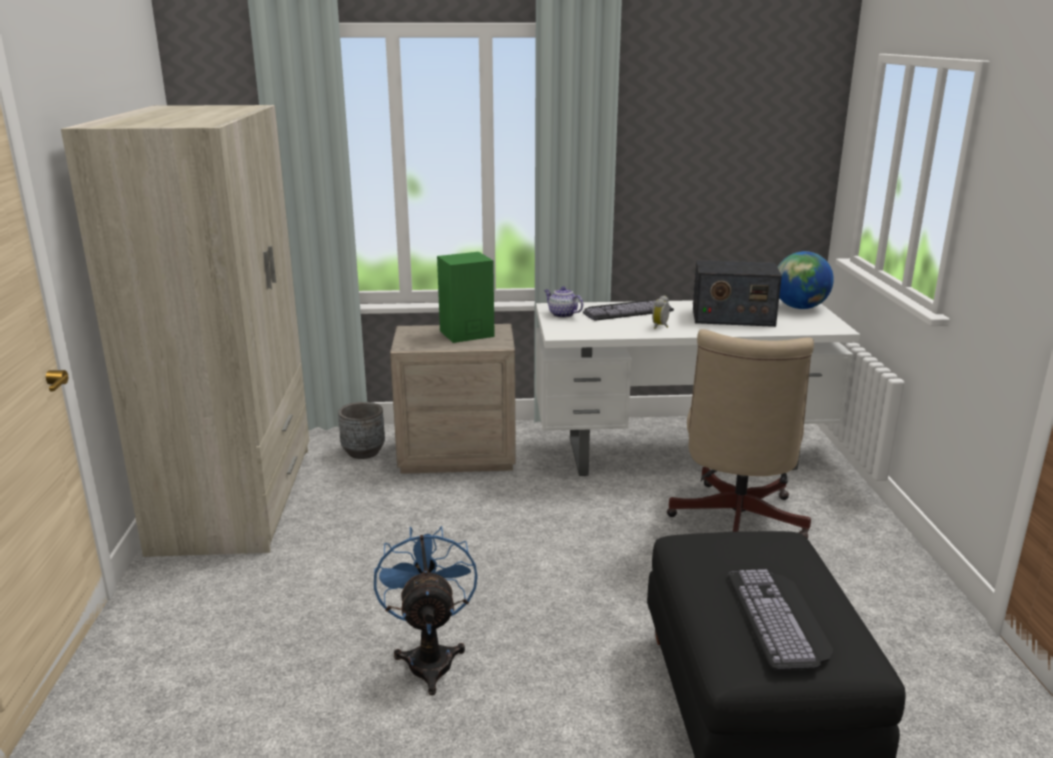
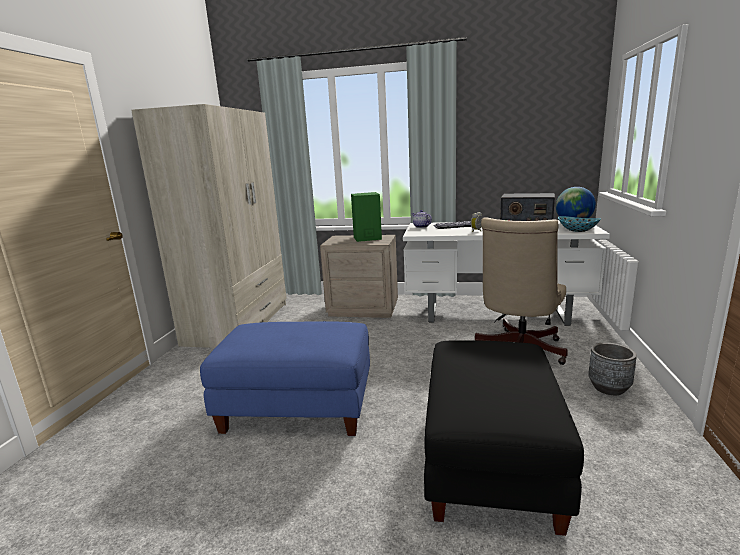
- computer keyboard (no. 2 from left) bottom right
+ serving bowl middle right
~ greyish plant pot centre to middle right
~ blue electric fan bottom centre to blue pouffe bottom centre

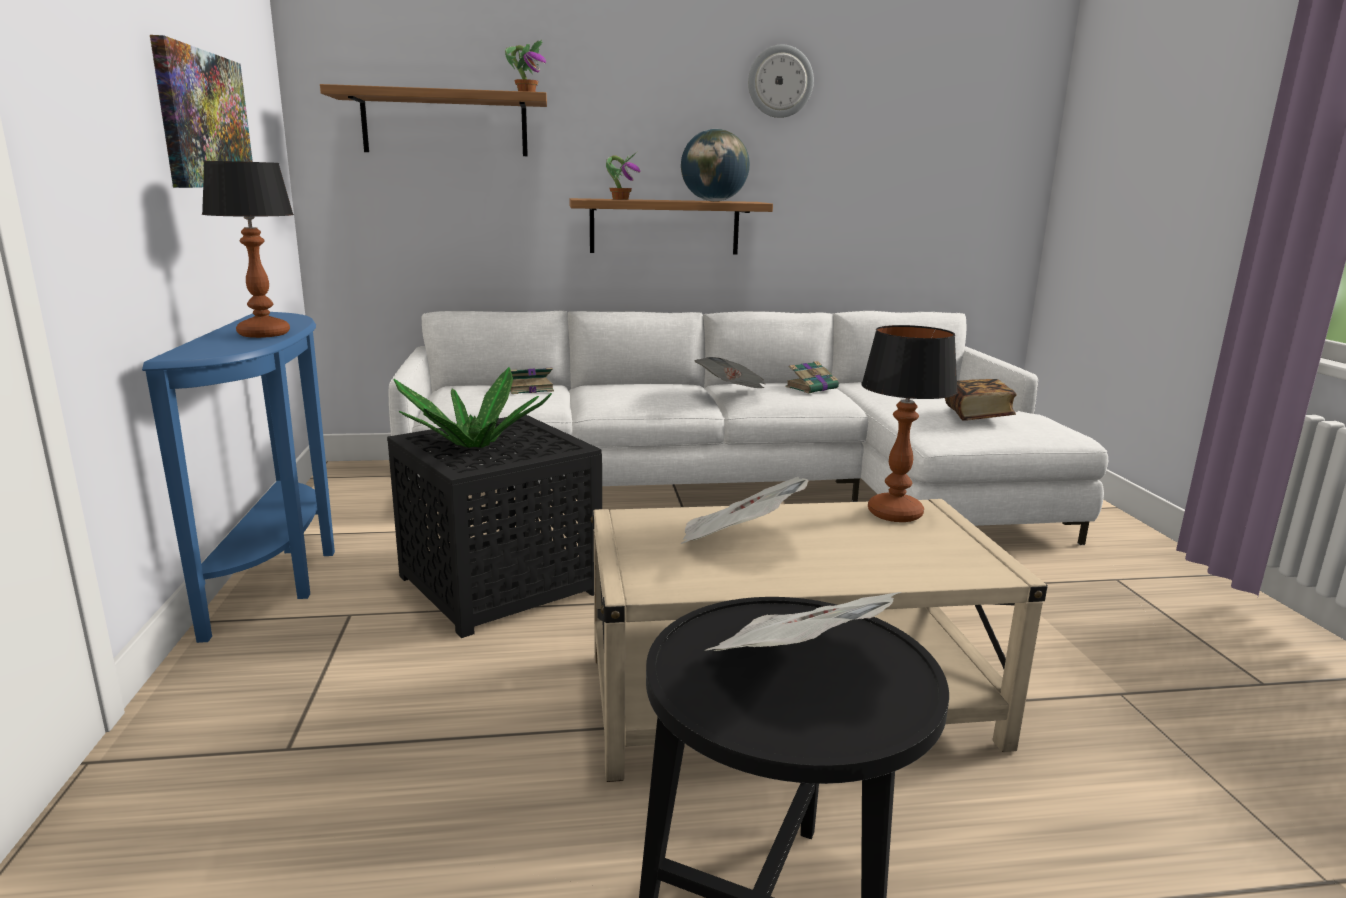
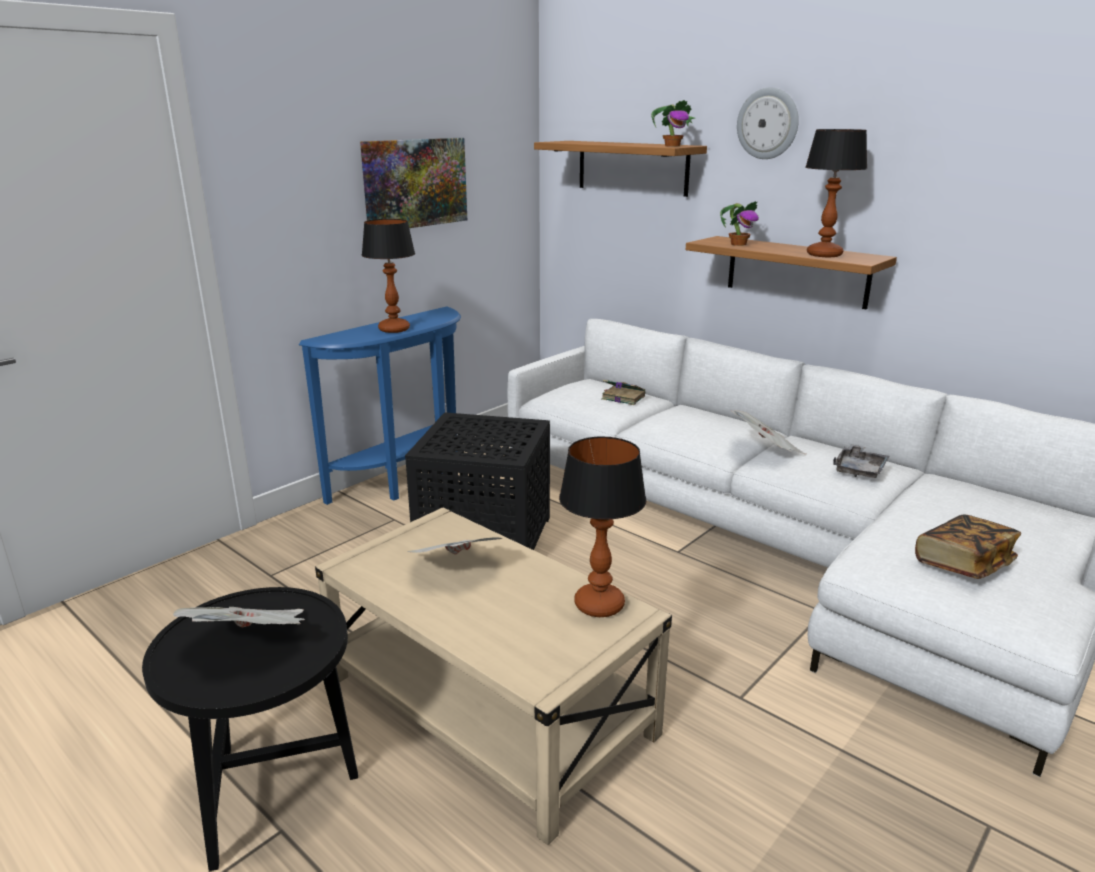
- plant in a pot (no. 1 from left) centre
~ clock on the wall top centre to top right
~ desk globe top centre to table lamp (no. 3 from left) top right
~ volume (no. 2 from left) centre to greyish tray middle right

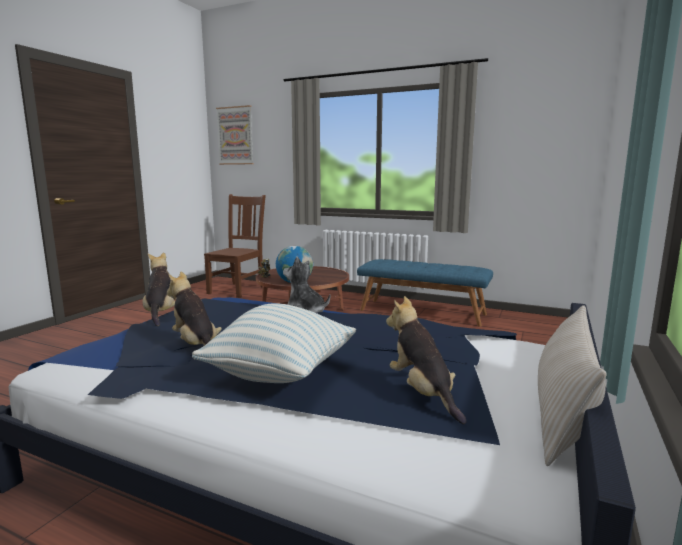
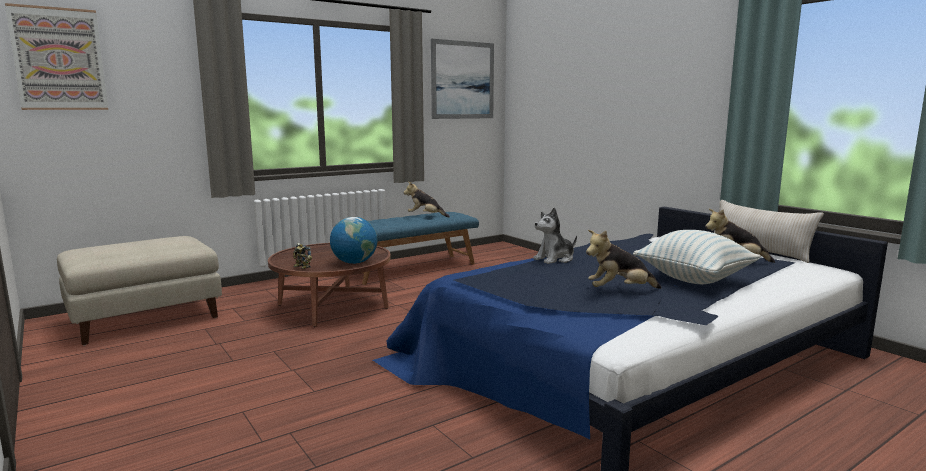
+ wall picture (no. 2 from left) top centre
~ soft toy (no. 1 from left) middle left to centre
~ brown chair centre to beige-coloured pouffe middle left

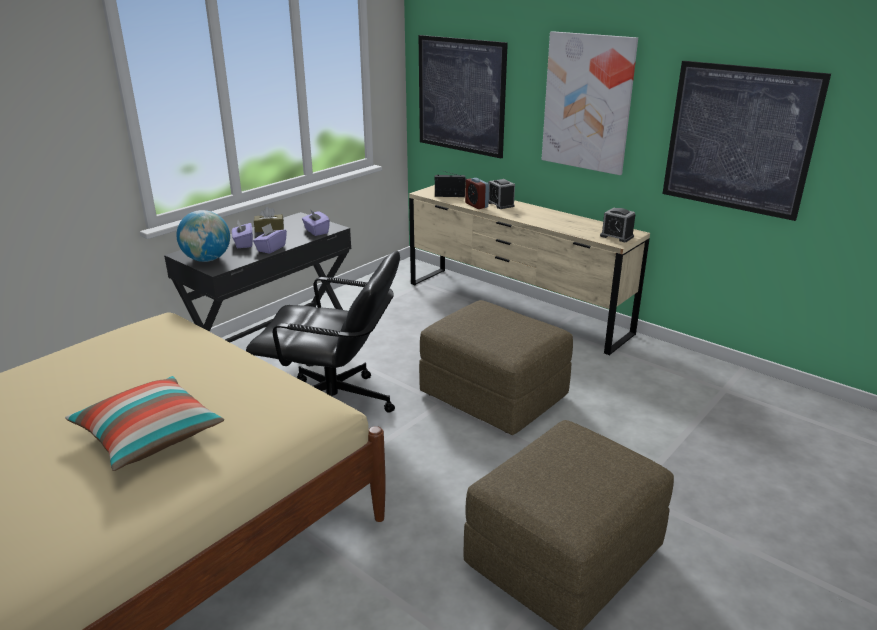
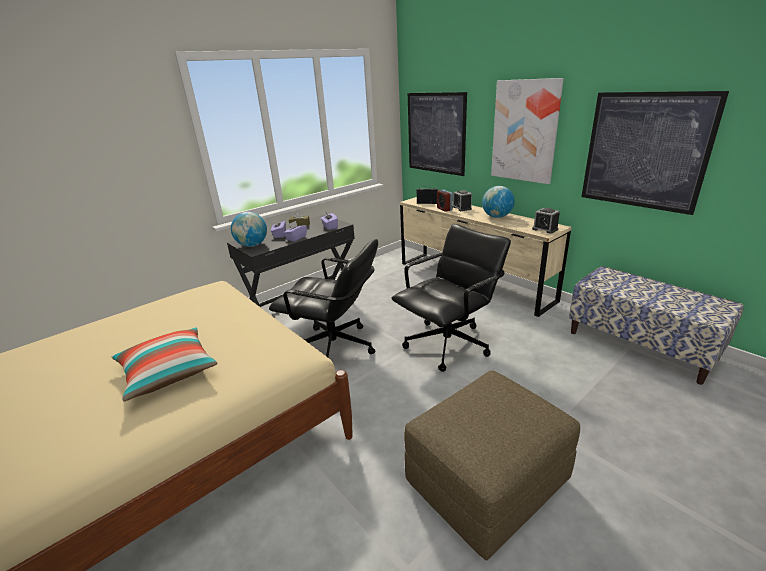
+ desk globe (no. 2 from left) centre
+ bench middle right
~ brown pouffe (no. 1 from left) centre to black-coloured office chair (no. 2 from left) centre

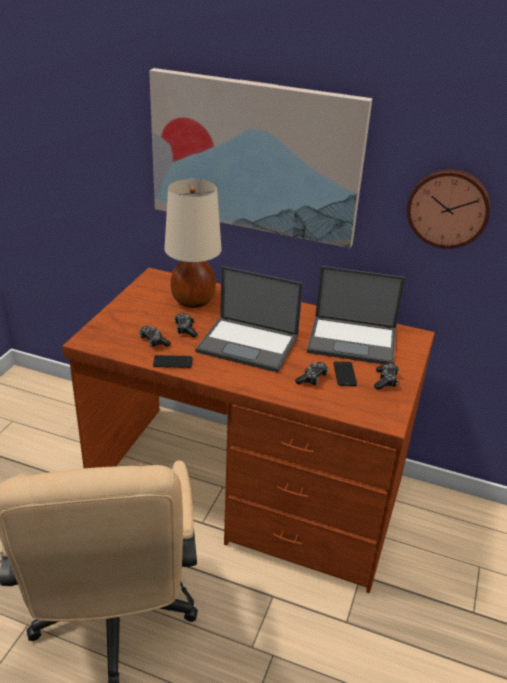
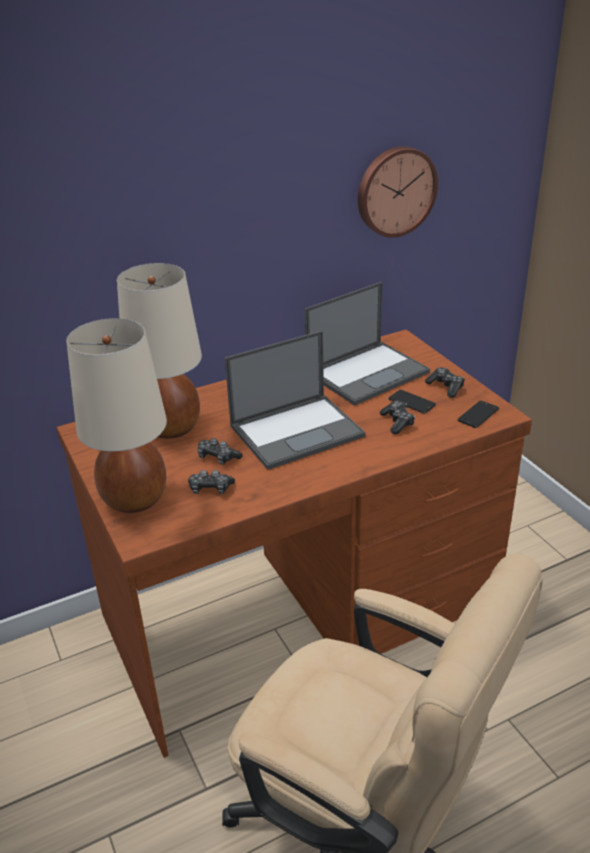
- wall picture top centre
+ beige-coloured table lamp (no. 1 from left) middle left
~ phone (no. 1 from left in the first image) centre to phone (no. 2 from left) middle right

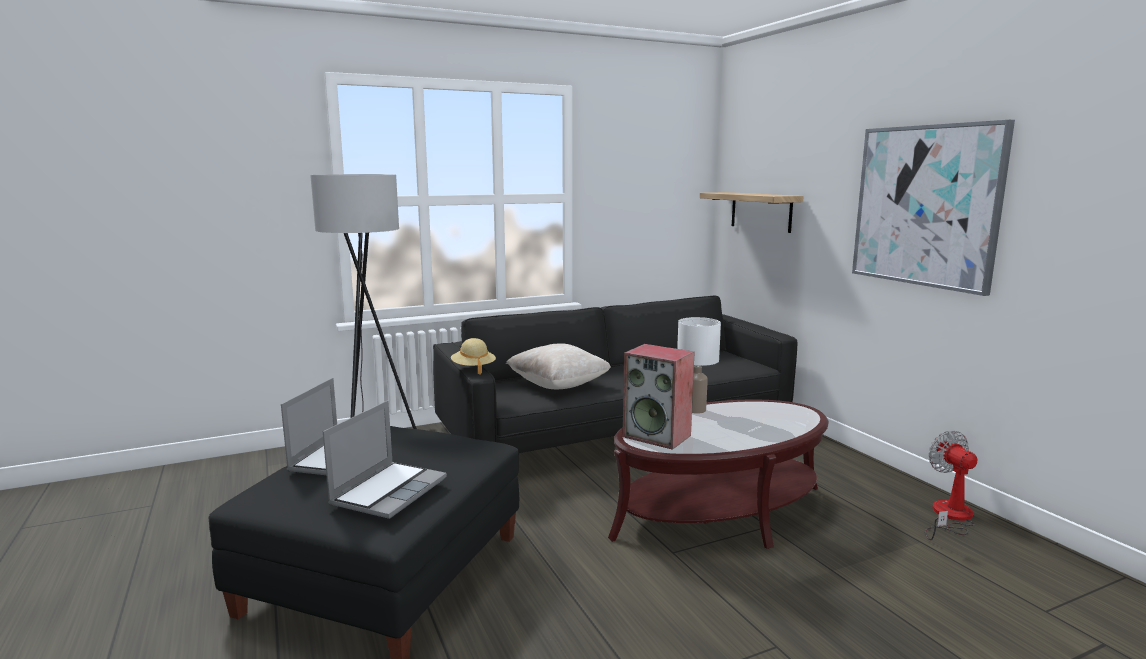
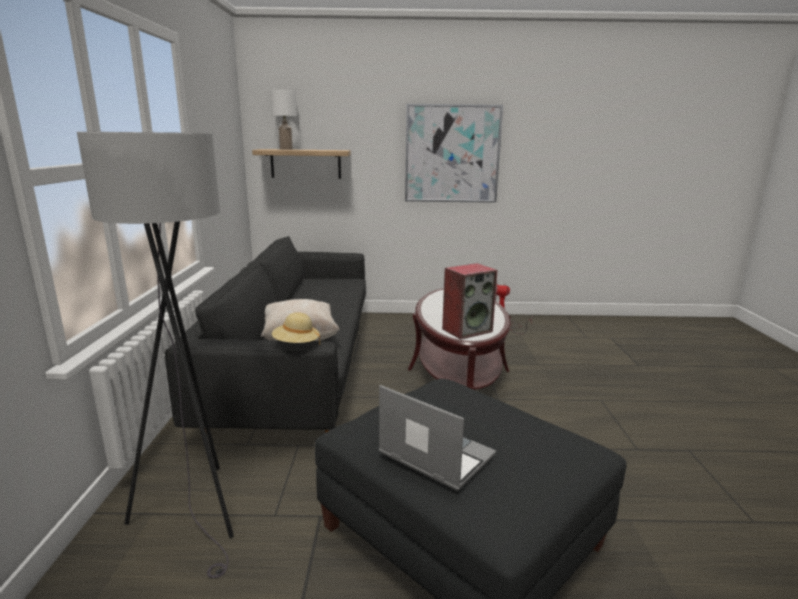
- laptop (no. 2 from left) bottom centre
~ white table lamp centre to top centre

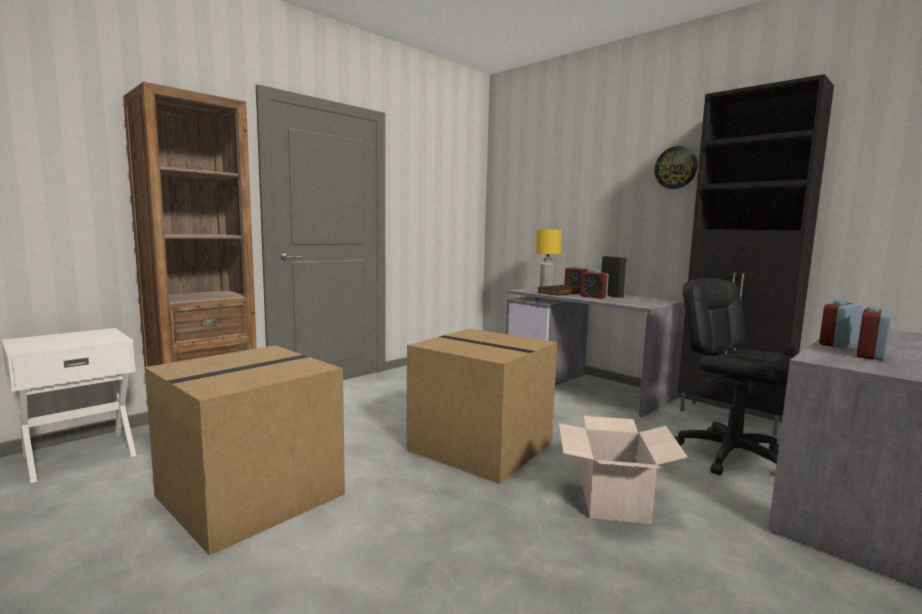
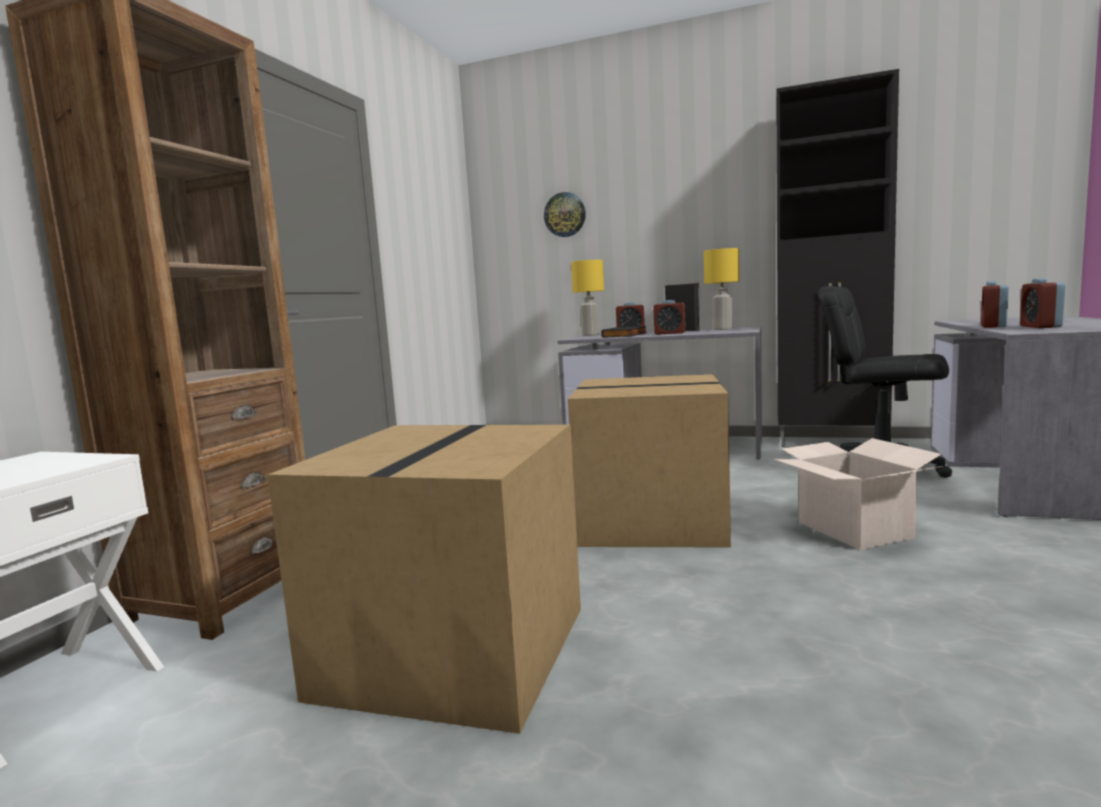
+ yellowish table lamp (no. 2 from left) centre
~ clock on the wall top right to top centre

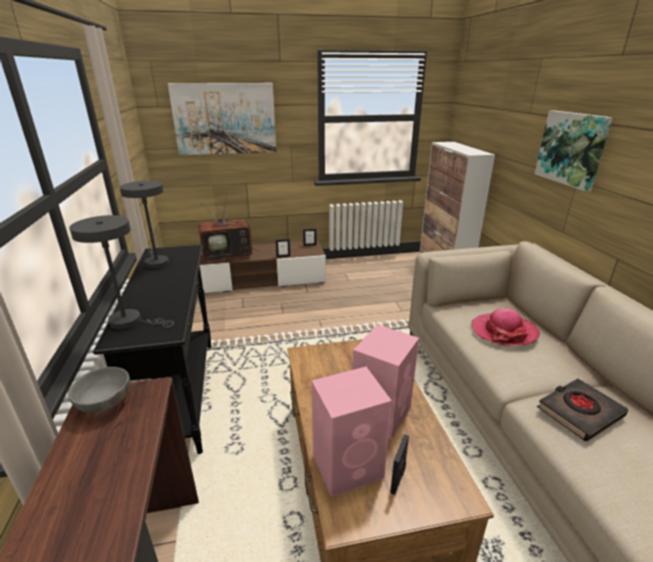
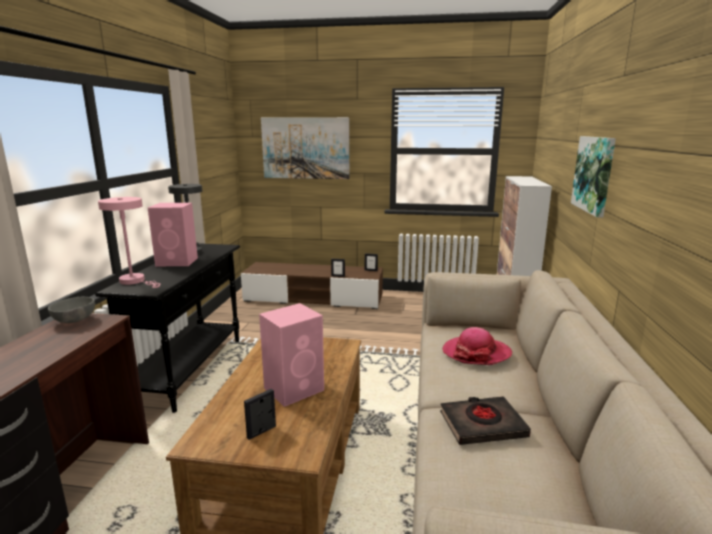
- television centre
~ pink-coloured audio speaker (no. 1 from left) bottom centre to middle left
~ greyish table lamp (no. 1 from left) middle left to pink-coloured table lamp middle left

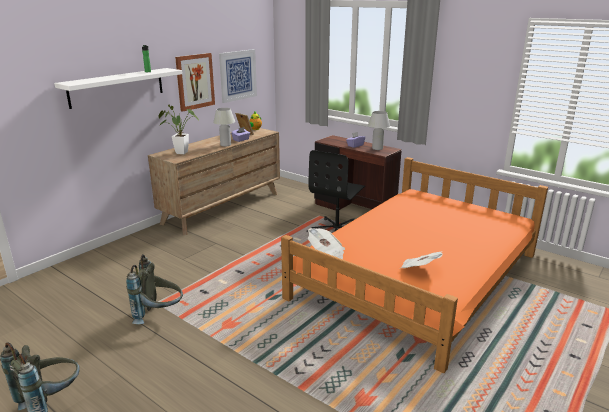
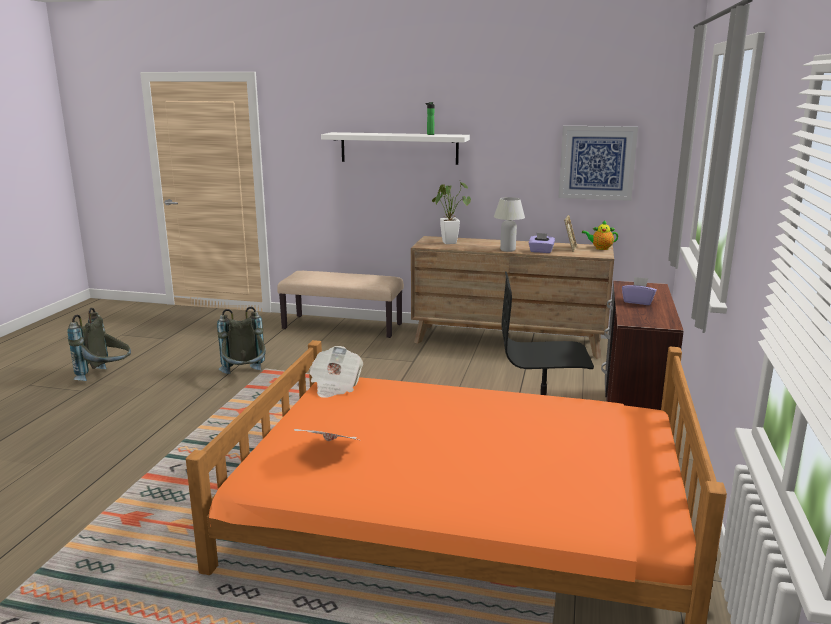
- wall picture (no. 1 from left) top left
- white table lamp (no. 2 from left) top centre
+ beige-coloured bench centre

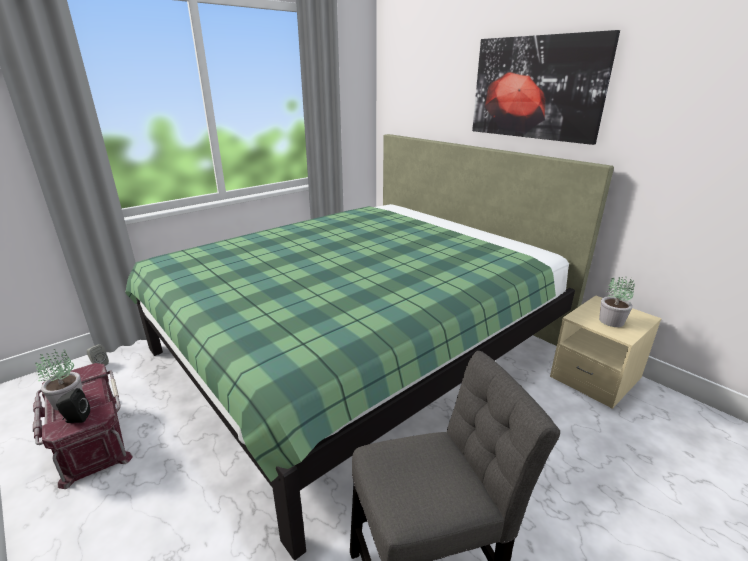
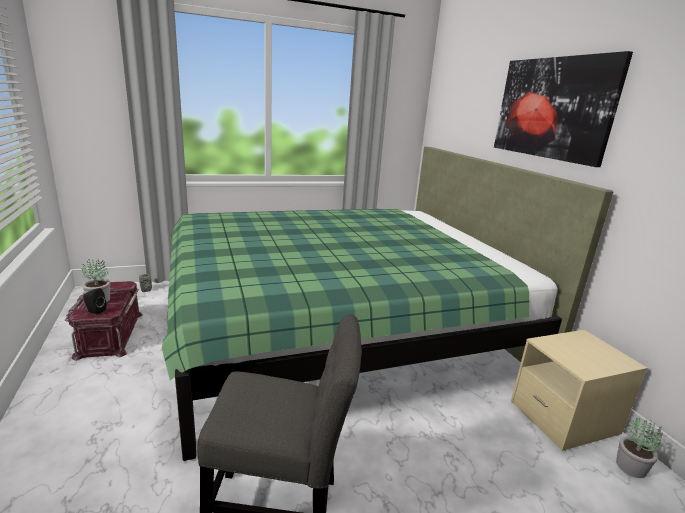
~ plant in a pot (no. 2 from left) middle right to bottom right

